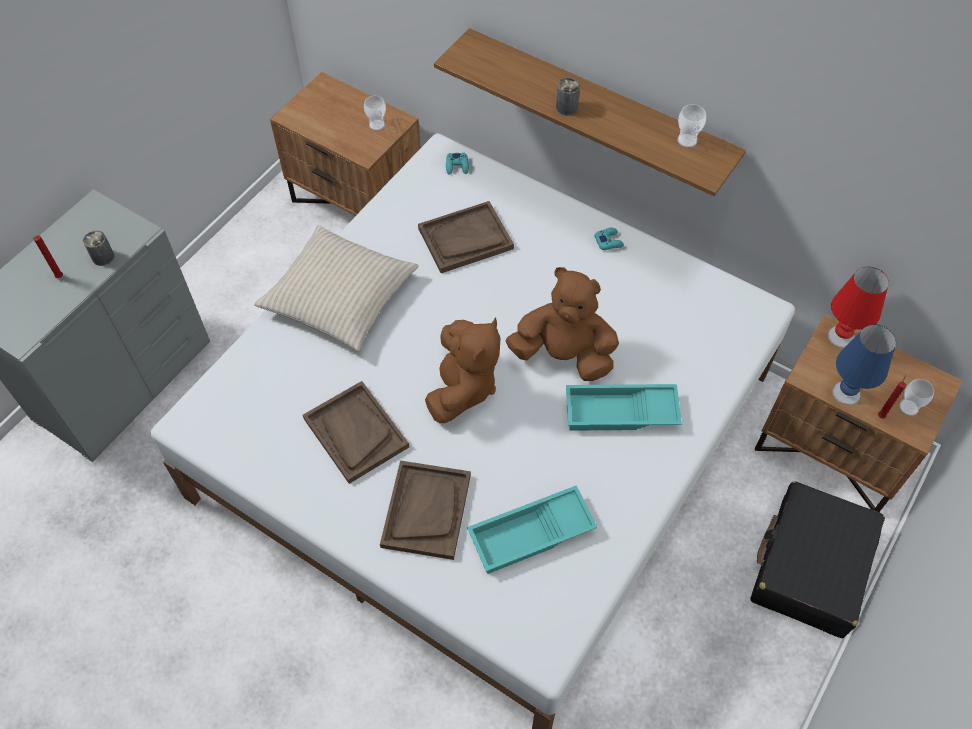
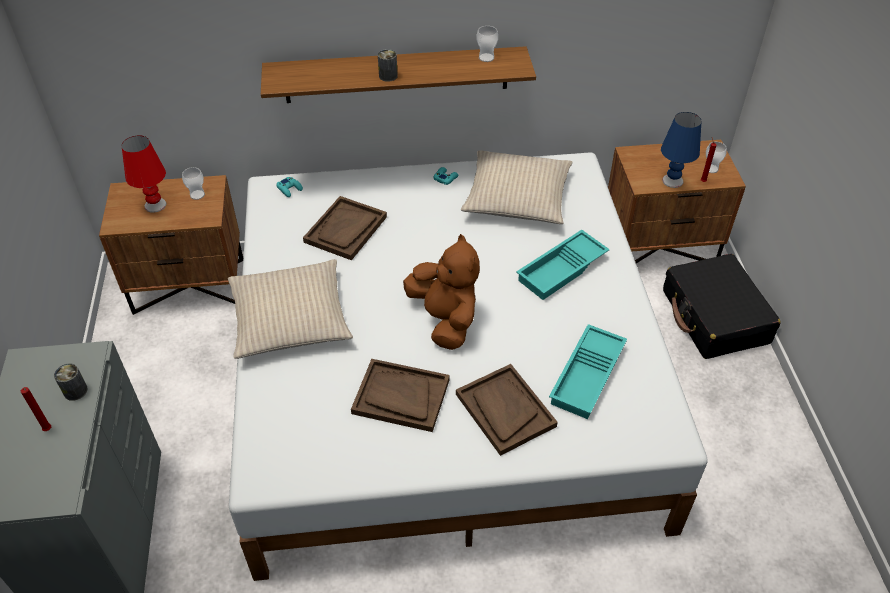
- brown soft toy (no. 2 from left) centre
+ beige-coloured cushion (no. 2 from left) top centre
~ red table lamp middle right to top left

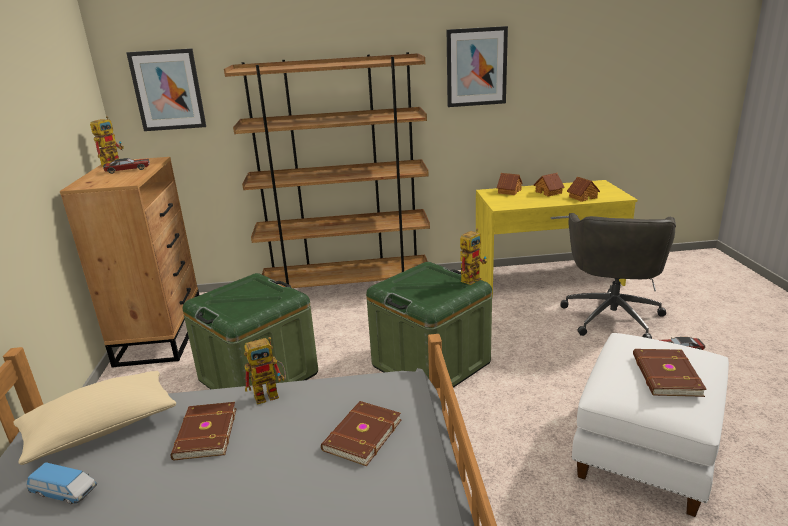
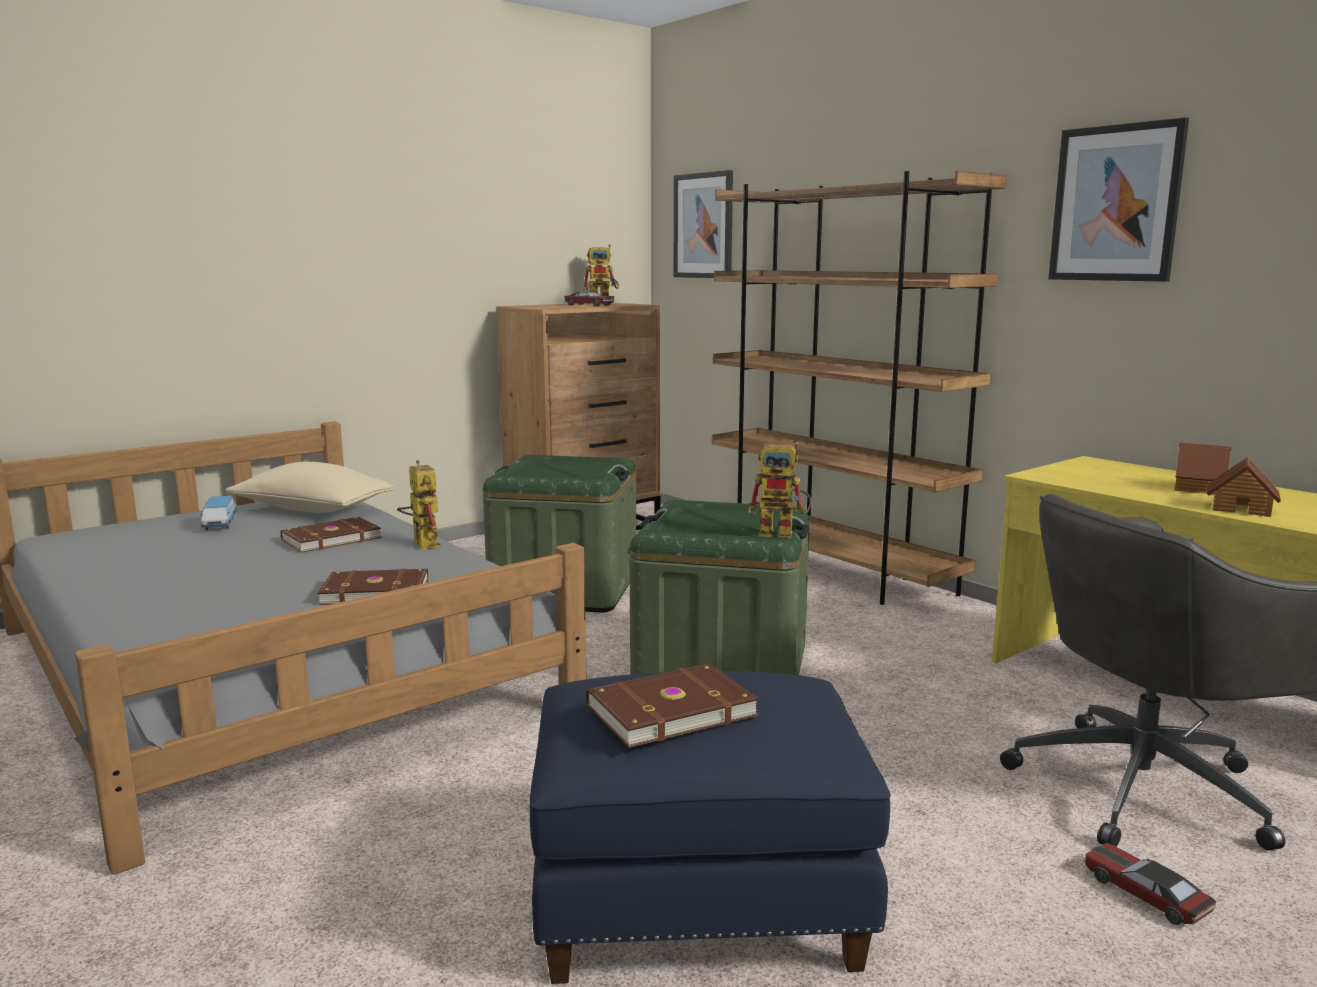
- miniature house (no. 1 from left) centre
~ white pouffe bottom right to blue pouffe bottom centre
~ robot figure (no. 2 from left in the first image) bottom centre = middle left 150 degrees counterclockwise

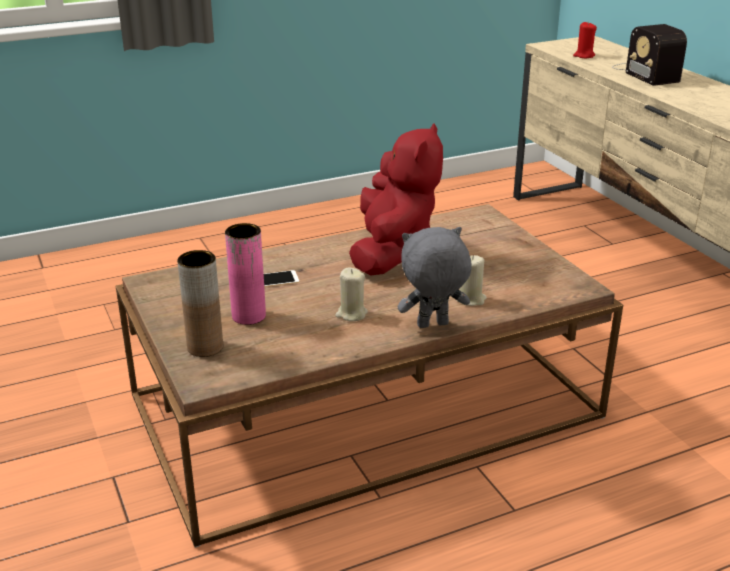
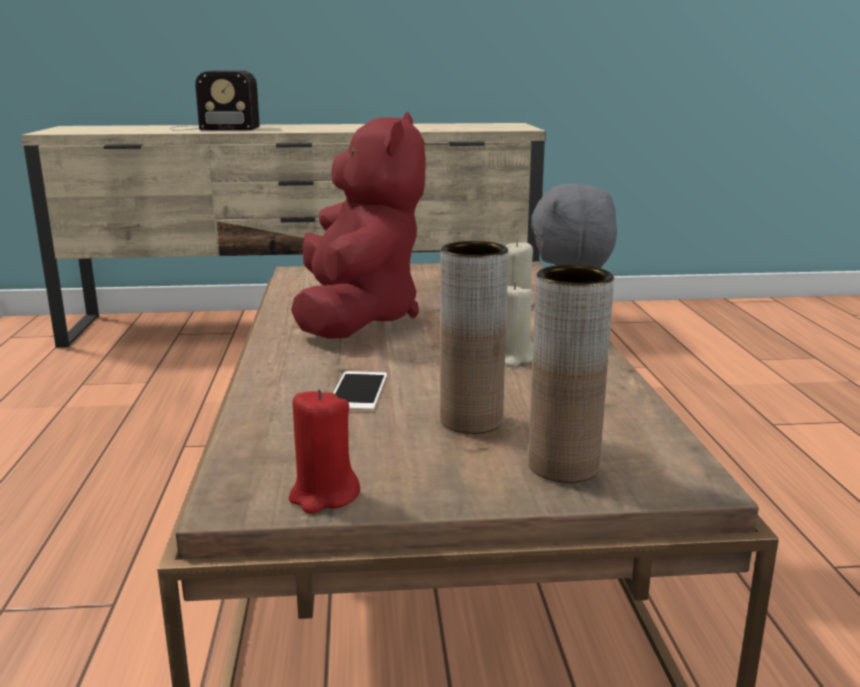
~ red candle top right to centre
~ pink-coloured vase centre to brown vase (no. 1 from left) centre
~ red soft toy centre = top centre 60 degrees clockwise

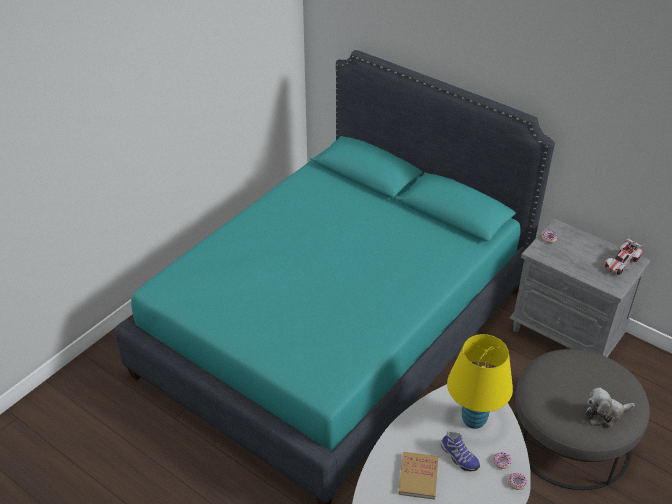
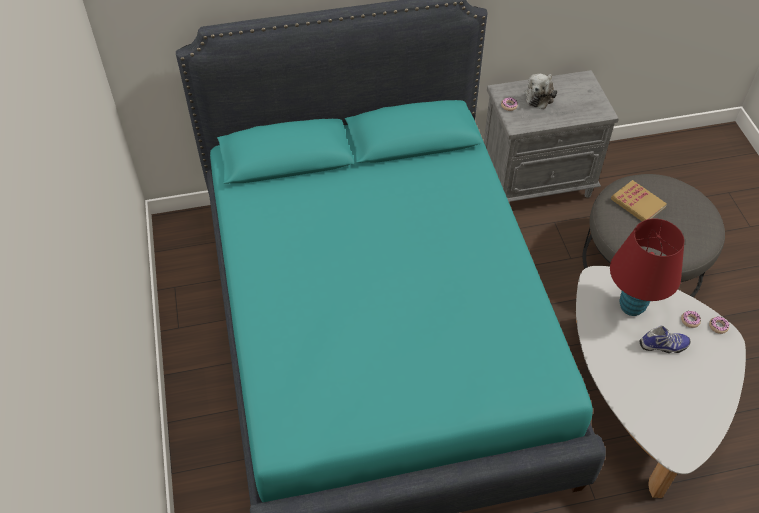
- model car middle right
~ volume bottom centre to middle right
~ soft toy bottom right to top right
~ yellowish table lamp bottom right to red table lamp middle right

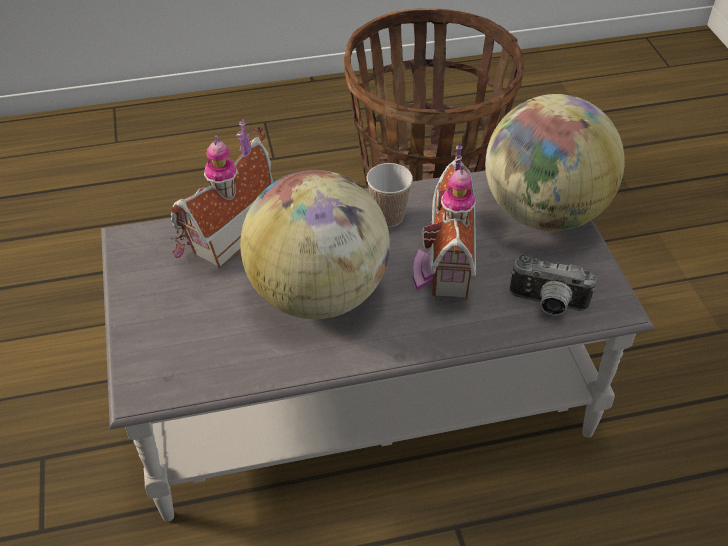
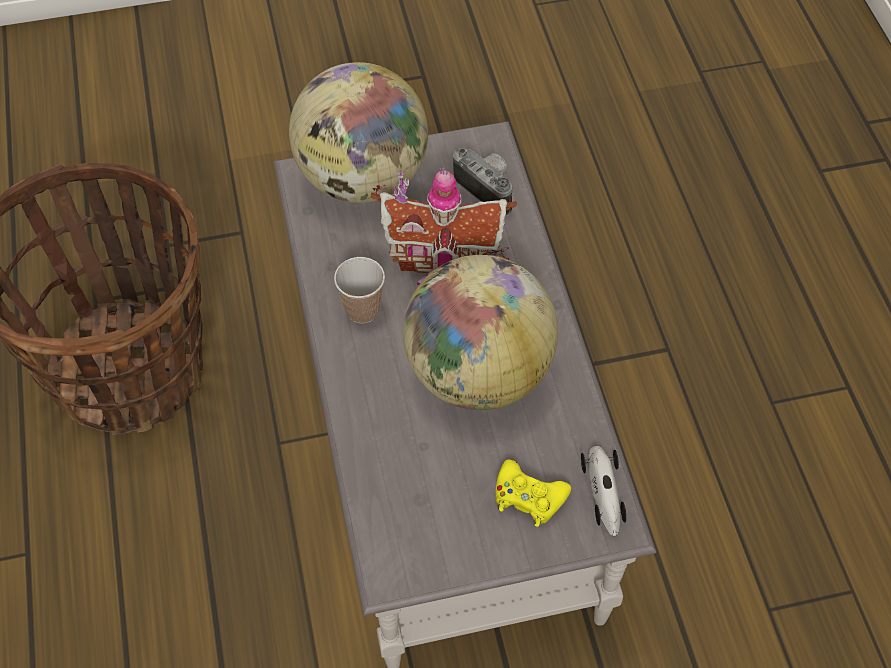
- miniature house (no. 1 from left) middle left
+ yellowish gamepad bottom centre
+ model car bottom right
~ still camera middle right = top centre 60 degrees counterclockwise

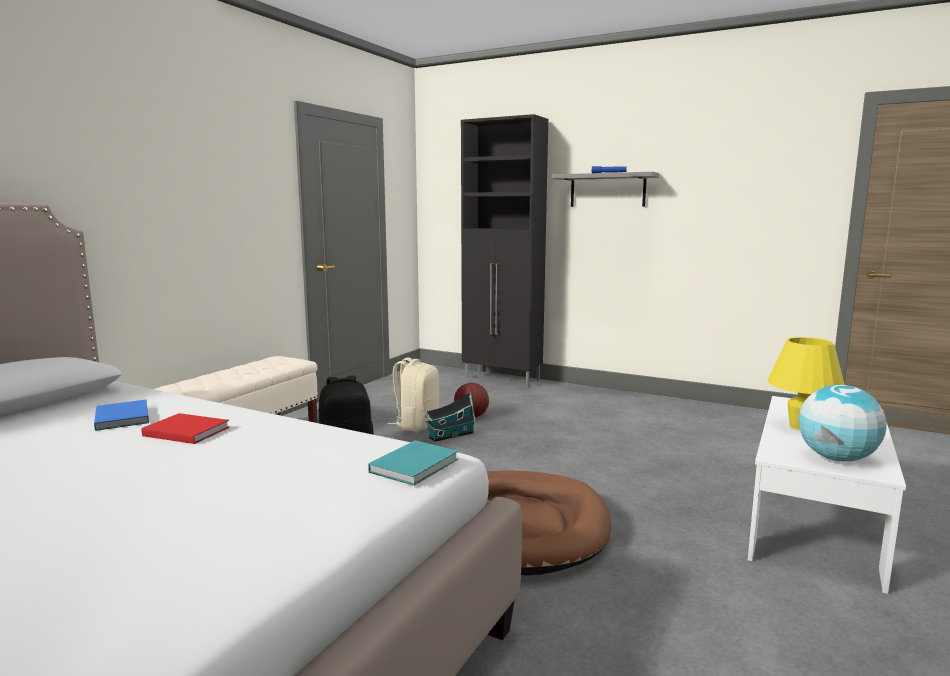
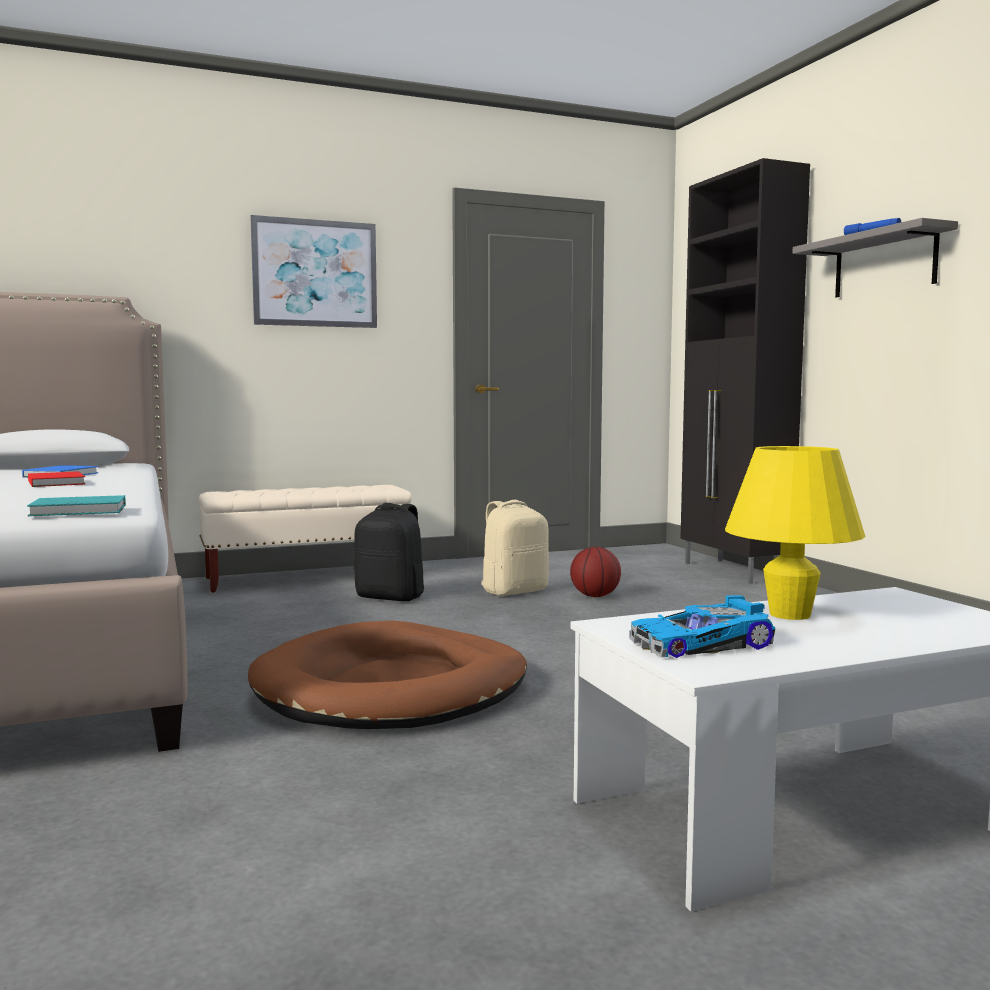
- miniature house centre
+ wall picture top left
~ desk globe middle right to model car middle right

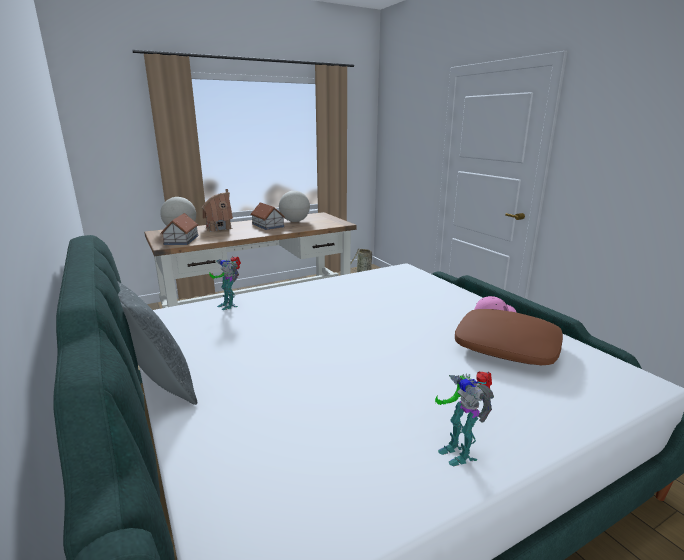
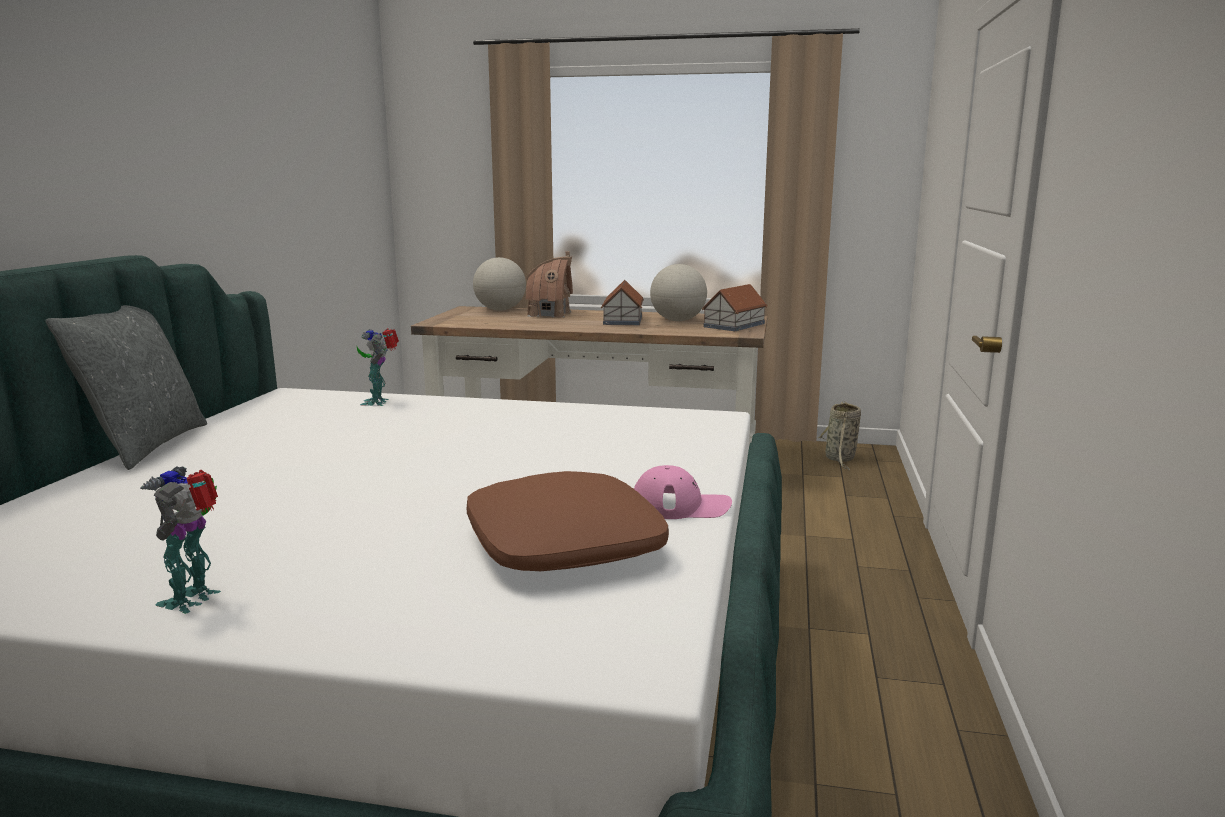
~ miniature house (no. 1 from left in the first image) middle left to miniature house (no. 3 from left) centre

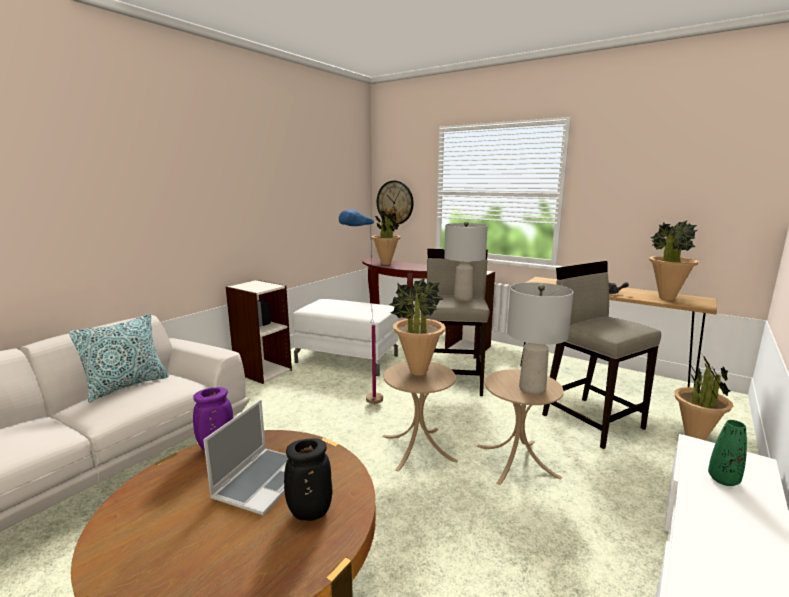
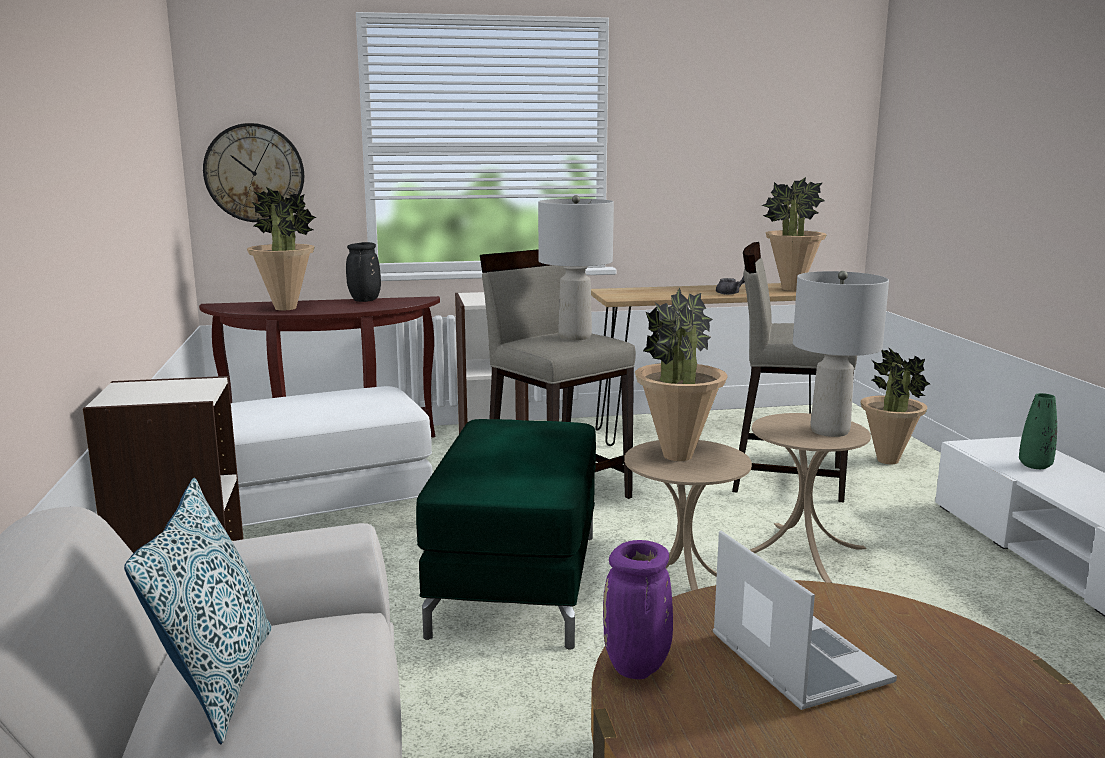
~ black-coloured vase bottom centre to middle left
~ blue floor lamp centre to green pouffe bottom centre

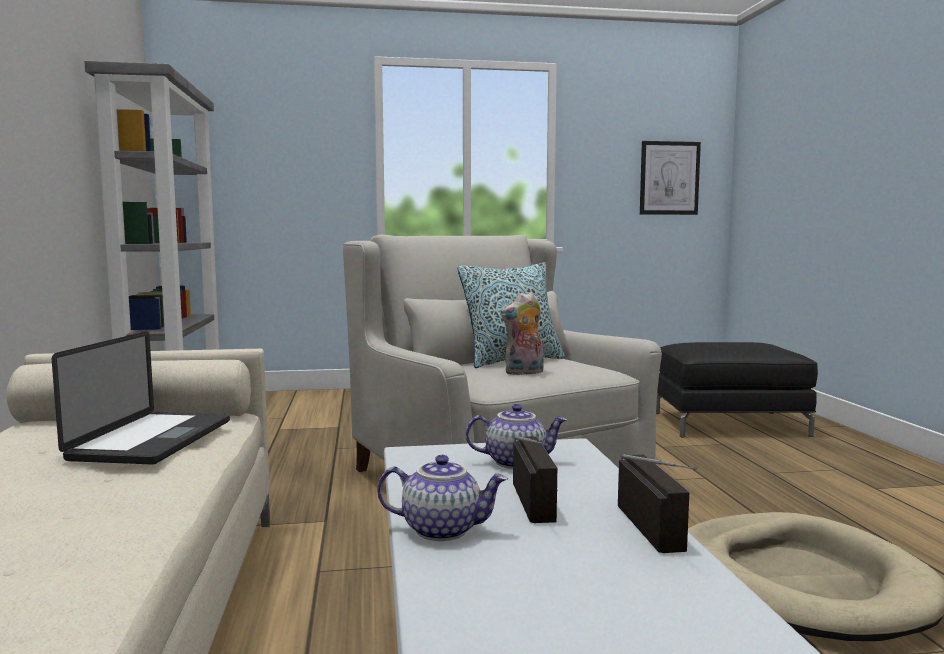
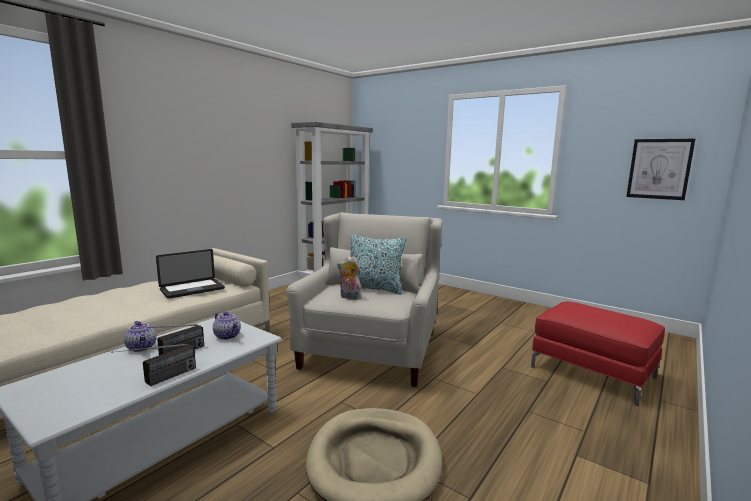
~ black-coloured pouffe middle right to red pouffe bottom right

